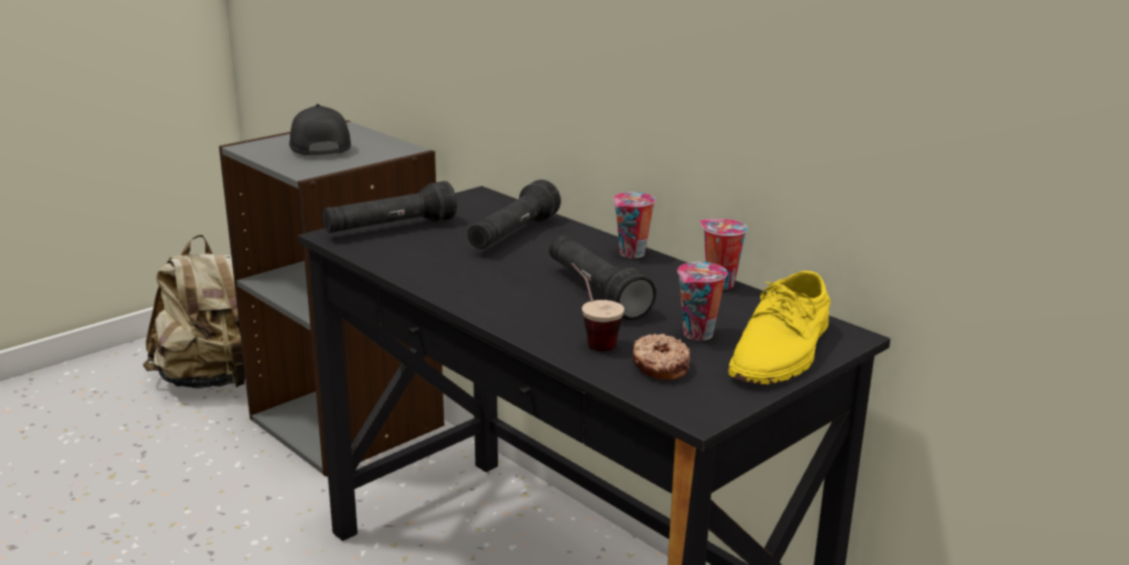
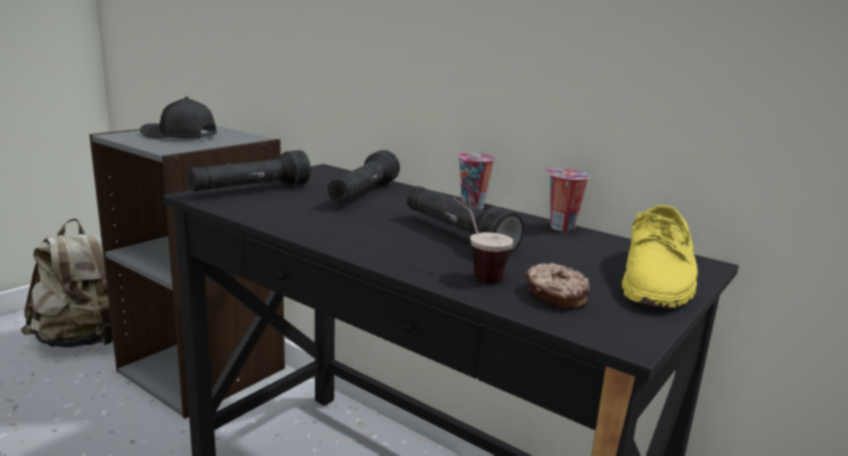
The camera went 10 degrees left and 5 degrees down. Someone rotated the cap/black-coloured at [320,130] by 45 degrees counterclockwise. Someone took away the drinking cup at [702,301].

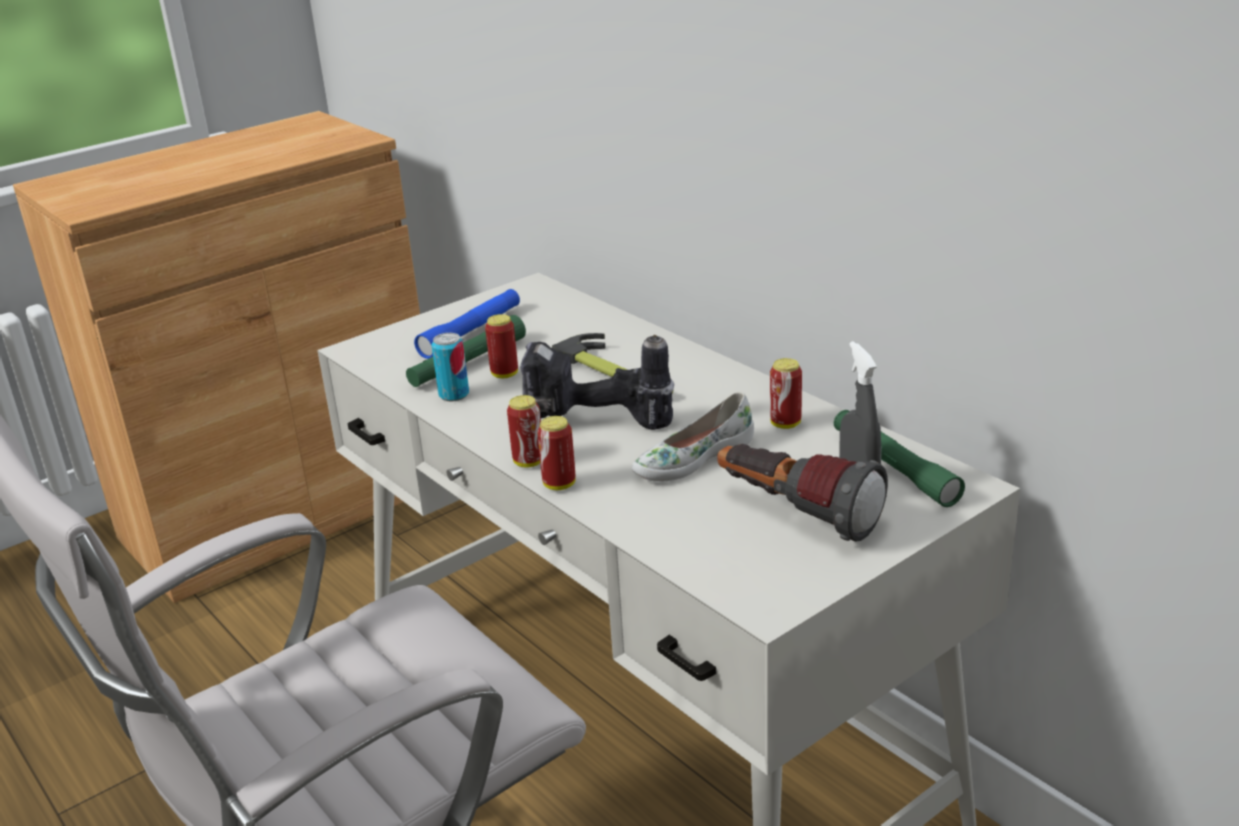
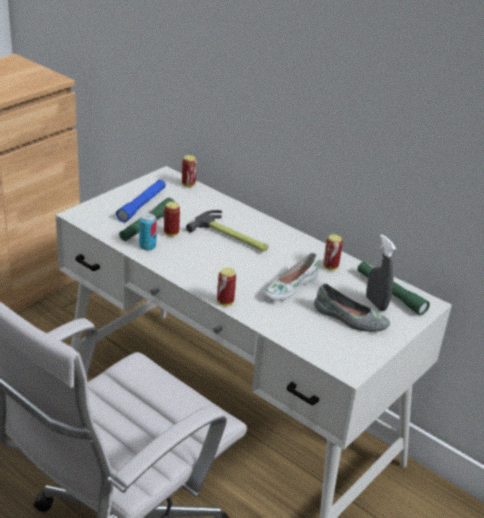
The camera went 15 degrees left and 5 degrees up. Someone carried the can from [524,431] to [189,171]. Someone swapped the flashlight at [802,493] for the low shoe/grey at [352,307]. Someone took away the power drill at [597,382].

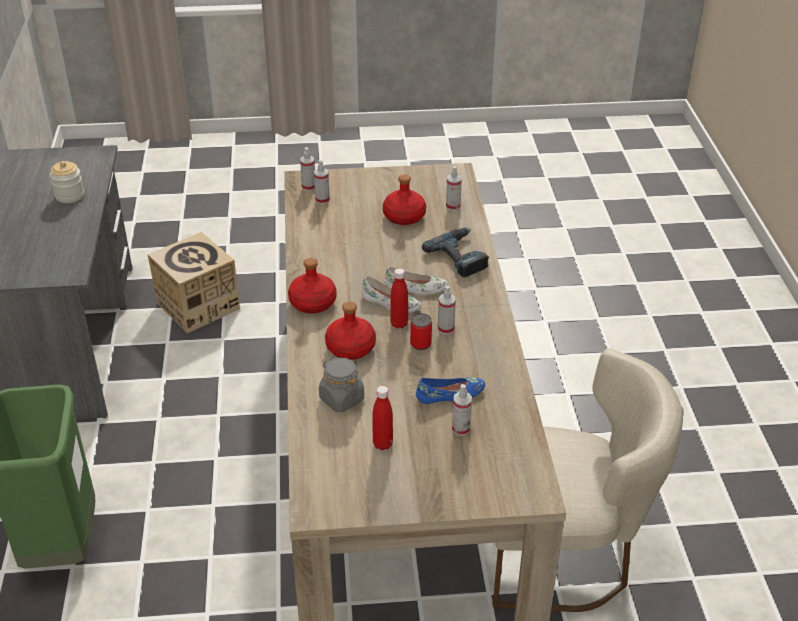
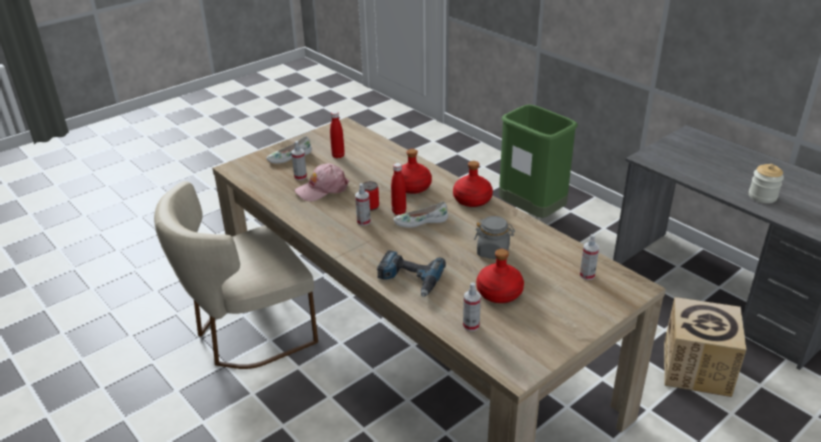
The camera went 145 degrees right and 5 degrees down. Someone carried the low shoe/white-coloured from [416,281] to [289,149]. Someone swapped the low shoe/blue at [450,390] for the cap/pink at [322,182]. Someone carried the storage jar/grey from [341,385] to [494,237]. Someone took away the spray bottle at [307,169].

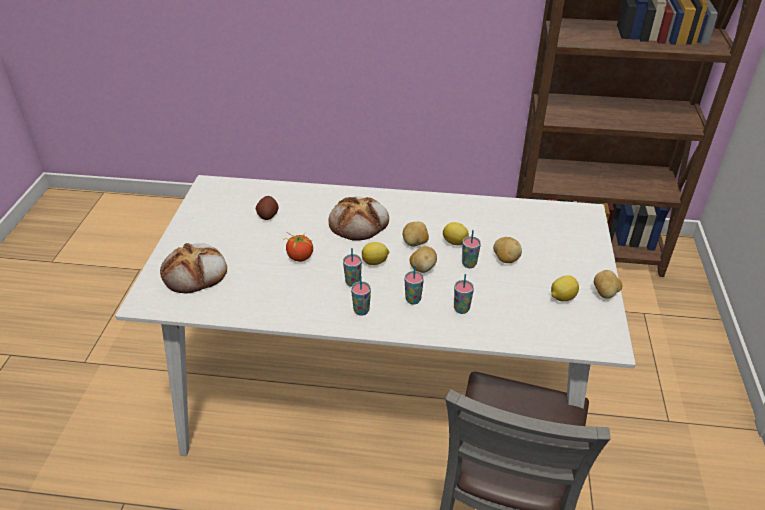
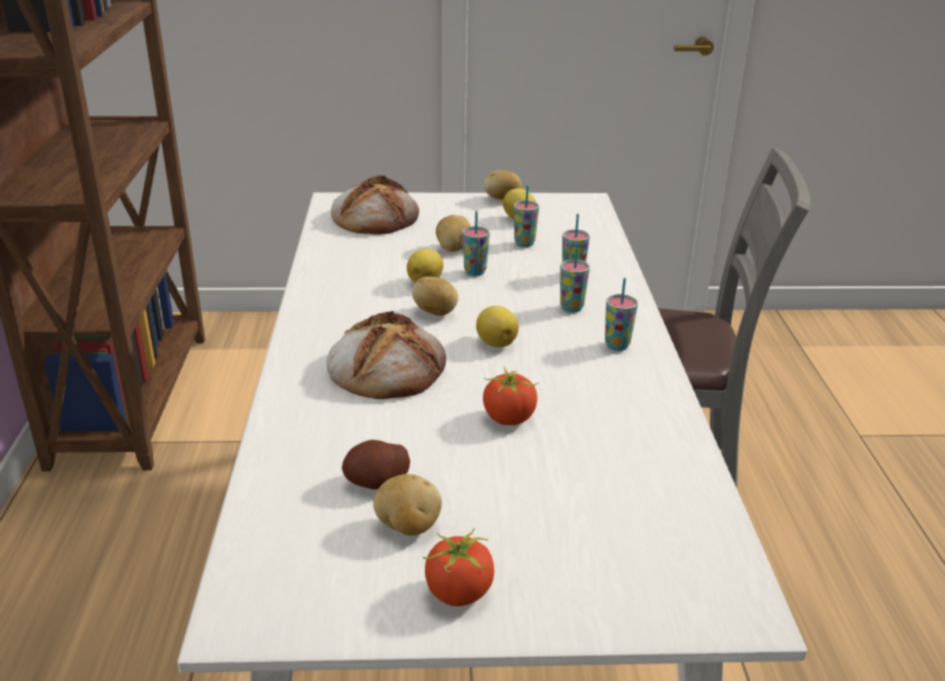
The camera went 100 degrees left and 10 degrees down. Someone carried the bread from [193,268] to [375,205]. Someone carried the spud from [423,259] to [407,505]. Someone put down the fresh tomato at [458,567]. Someone carried the drinking cup from [352,267] to [526,216].

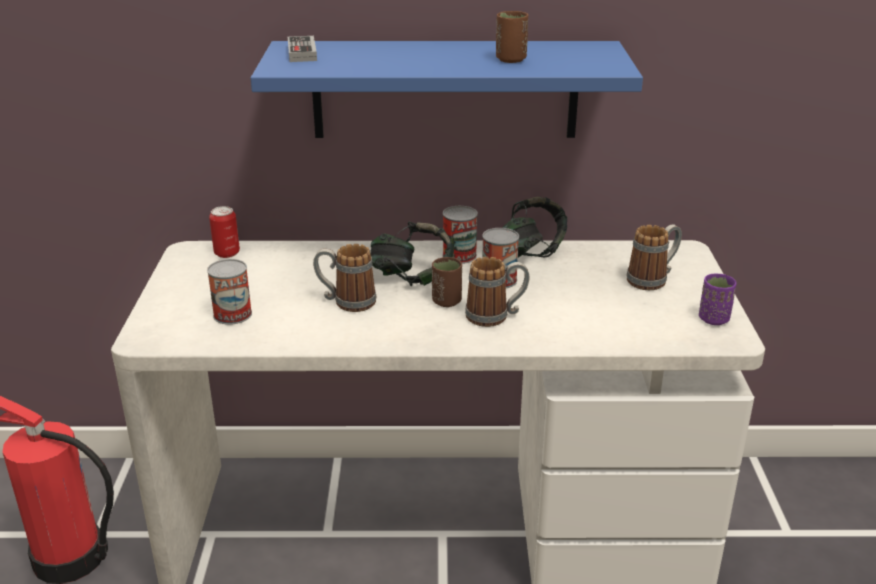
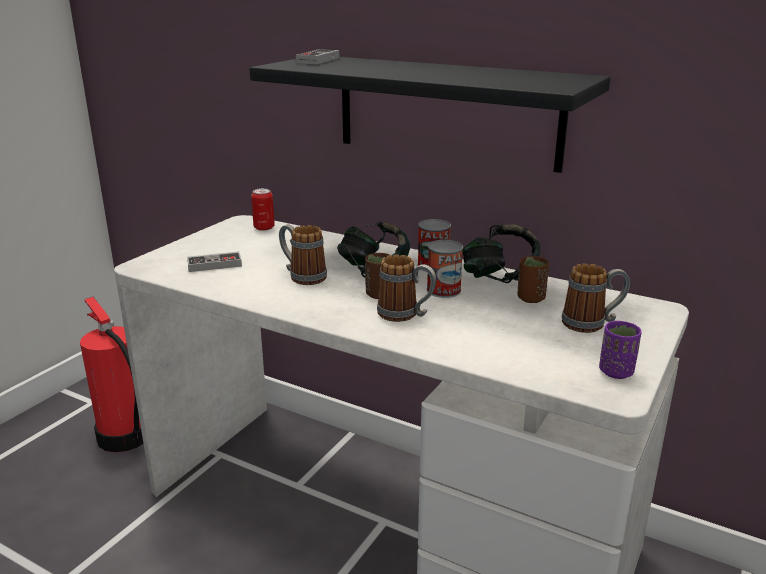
The camera went 30 degrees right and 5 degrees down. Someone swapped the can at [229,292] for the joypad at [214,261]. Someone repainted the wall shelf/blue at [446,89], which became the wall shelf/black-coloured at [430,115]. Someone carried the drinking cup/brown-coloured from [512,37] to [533,279].

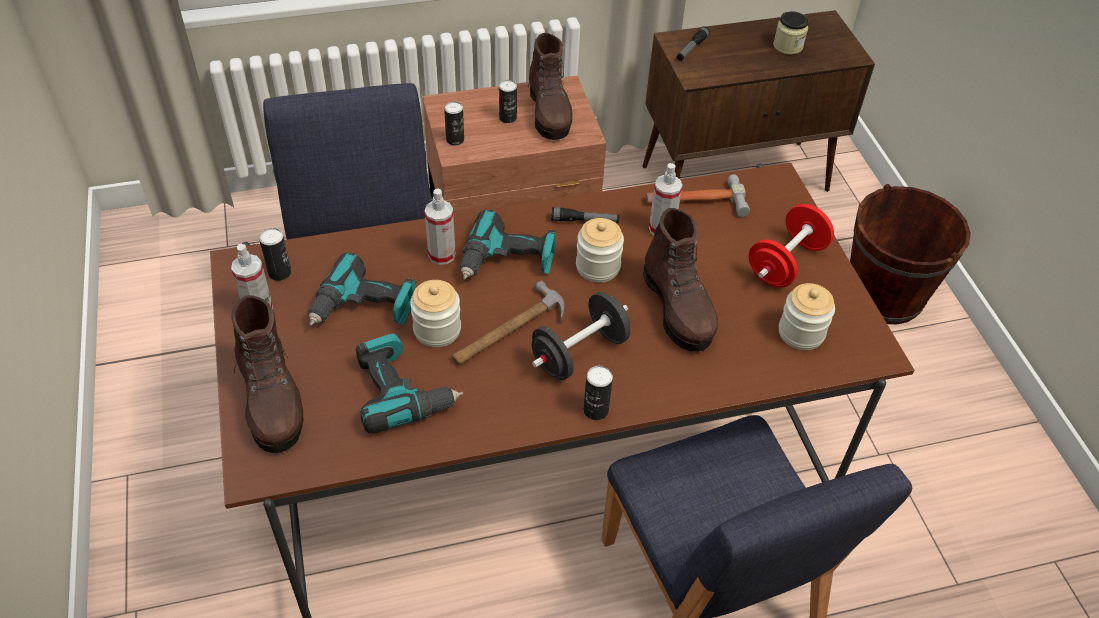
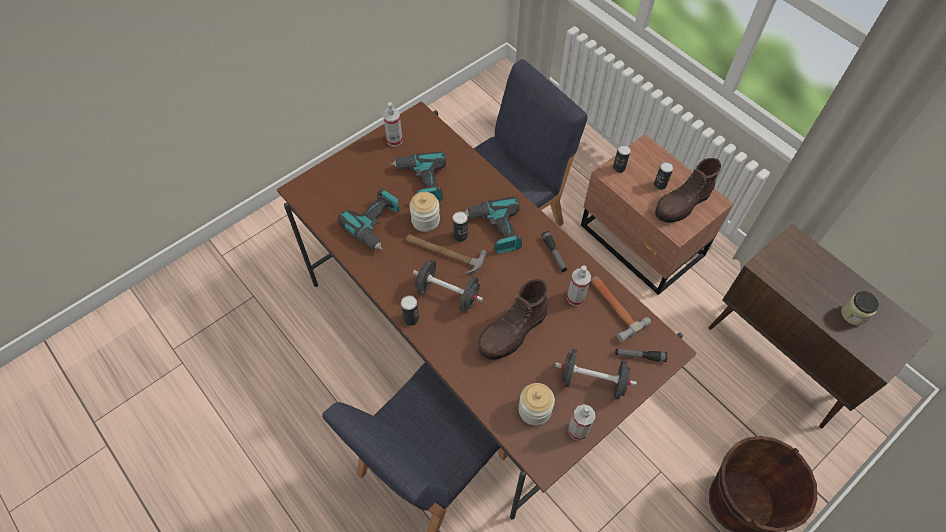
The camera went 65 degrees right and 10 degrees up. Someone carried the can from [275,254] to [460,226]. Someone repainted the dumbbell/red-coloured at [791,246], which became the dumbbell/black-coloured at [596,374]. Someone carried the spray bottle from [440,227] to [581,422]. Someone carried the flashlight from [693,43] to [641,355]. Someone took away the boot/brown-coloured at [267,374]. Someone took away the storage jar at [600,250].

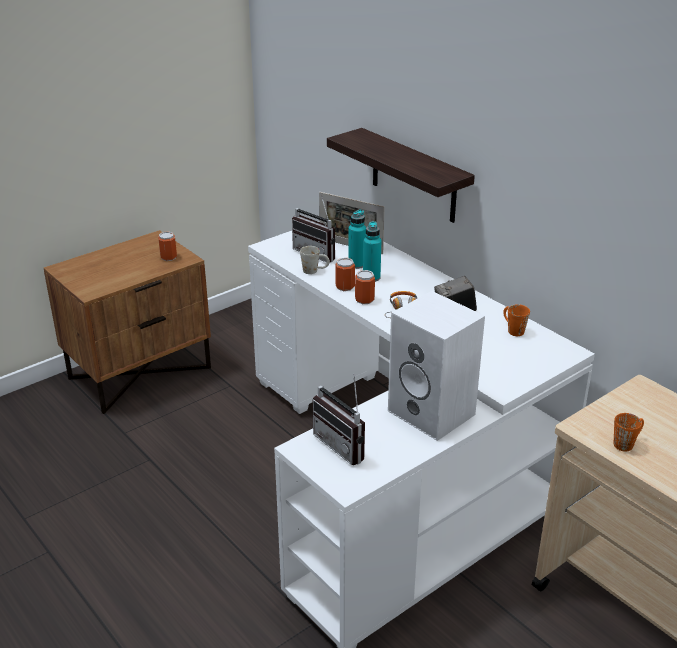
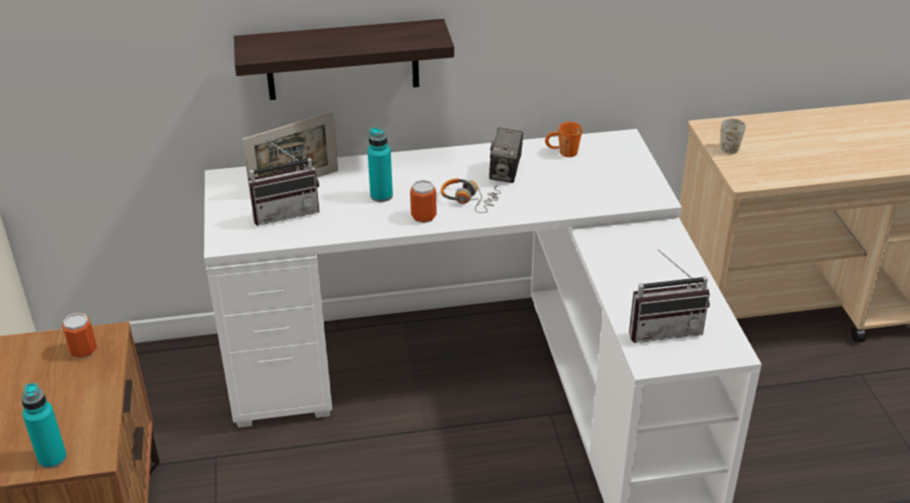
The camera went 60 degrees left and 5 degrees up. Someone carried the bottle/turquoise-coloured from [357,239] to [44,426]. Someone carried the coffee mug/white-coloured from [315,260] to [733,136]. Someone took away the can at [345,274]. Someone took away the audio speaker/white-coloured at [436,366]. Someone took away the coffee mug/orange at [629,432].

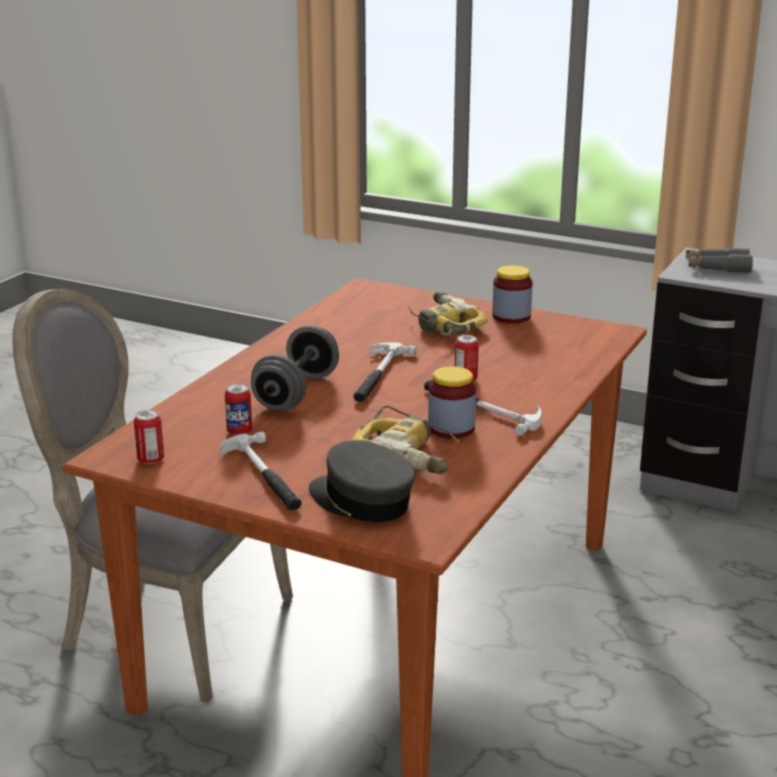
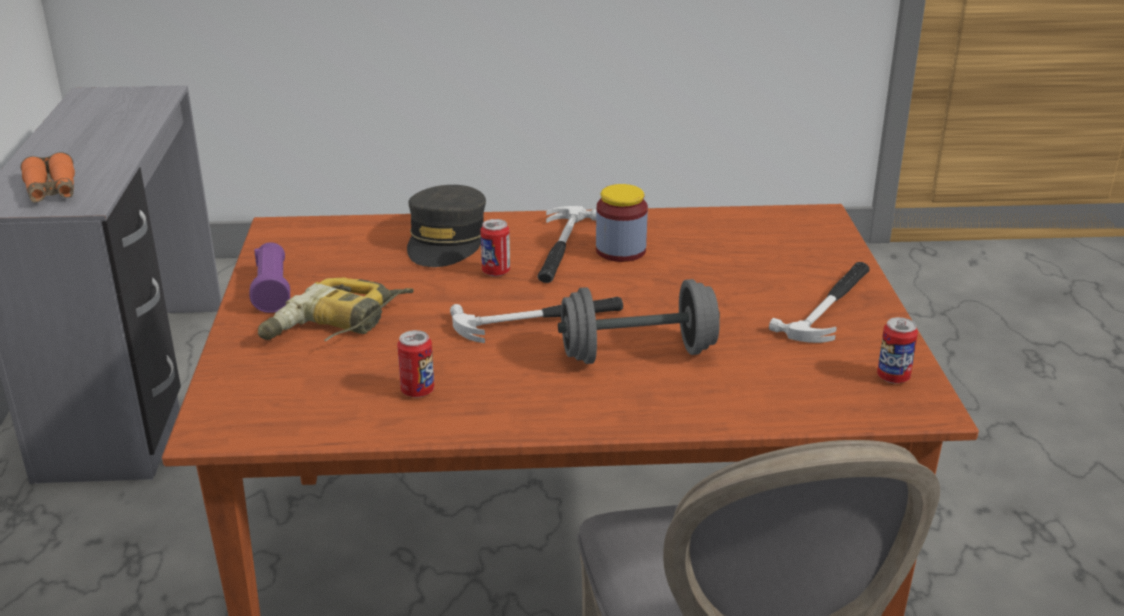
The camera went 120 degrees left and 5 degrees up. Someone repainted the binoculars/grey at [719,260], which became the binoculars/orange at [48,177]. Someone swapped the storage jar at [512,294] for the flashlight/purple at [269,278]. Someone carried the can from [238,410] to [415,364]. Someone carried the cap/grey from [362,481] to [446,226]. Someone took away the power drill at [405,440].

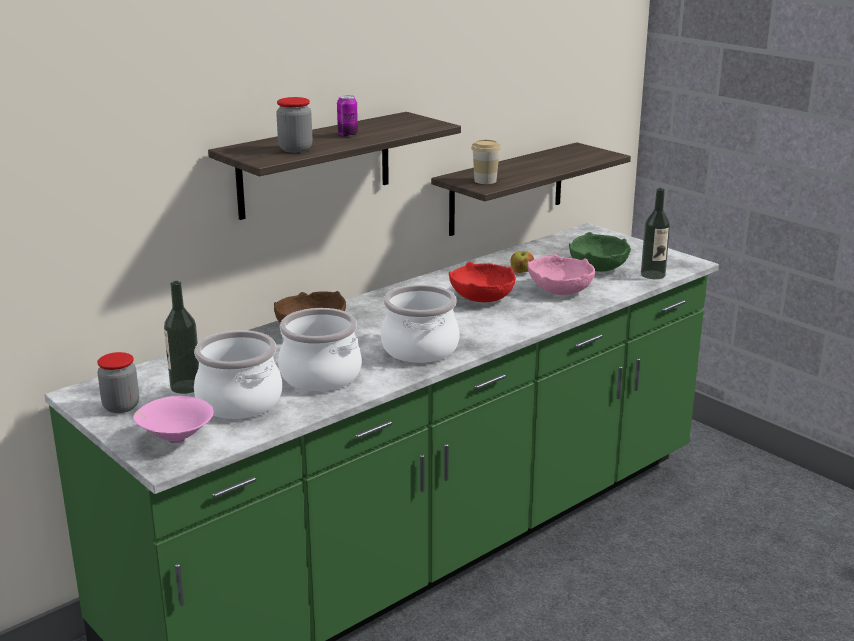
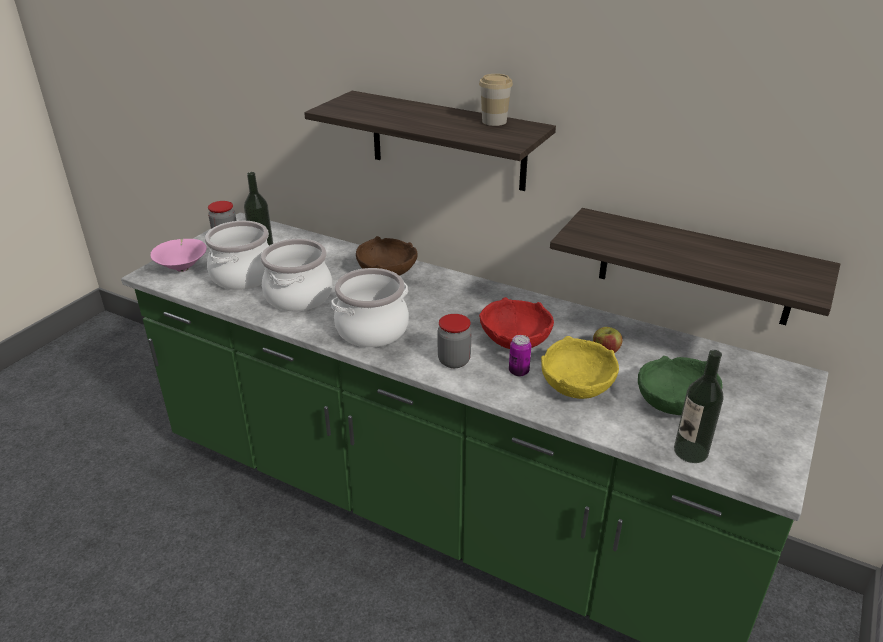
The camera went 70 degrees right and 10 degrees up. Someone carried the storage jar from [294,125] to [455,341]. Someone carried the drinking cup from [486,162] to [496,100]. Someone carried the can from [347,115] to [520,355]. Someone repainted the bowl/pink at [561,274], which became the bowl/yellowish at [580,367].

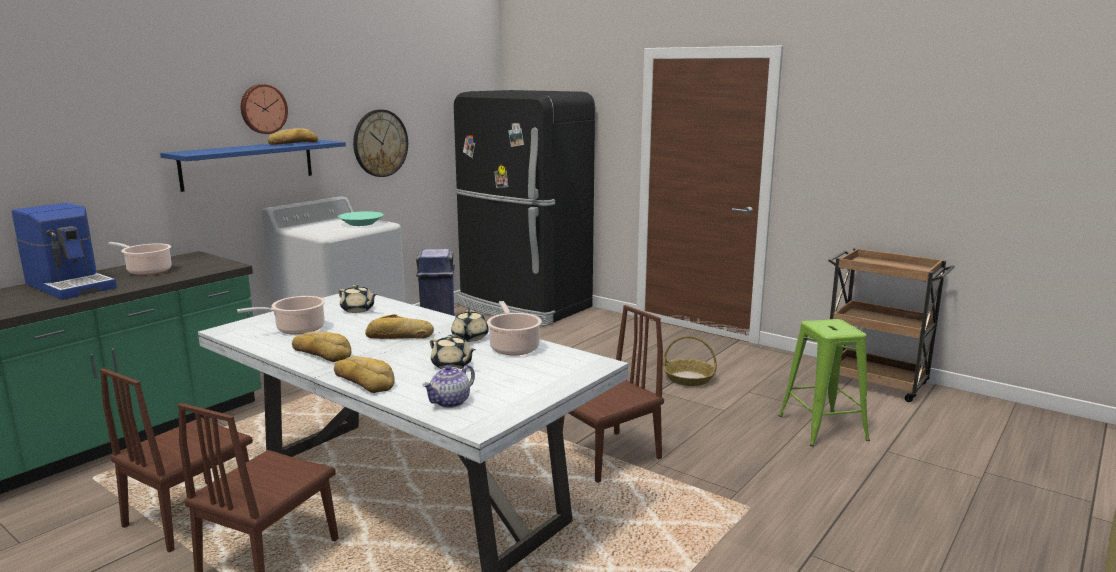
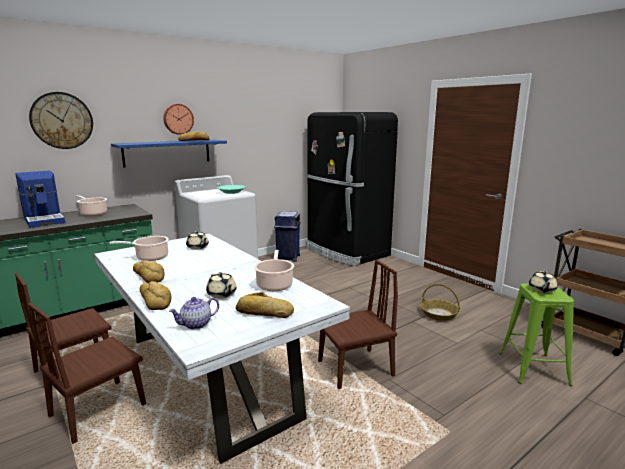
The camera went 15 degrees right and 0 degrees up. Someone carried the hanging clock from [380,143] to [61,120]. Someone carried the bread from [399,326] to [265,305]. Someone carried the teapot/sand-coloured from [470,326] to [543,282].

